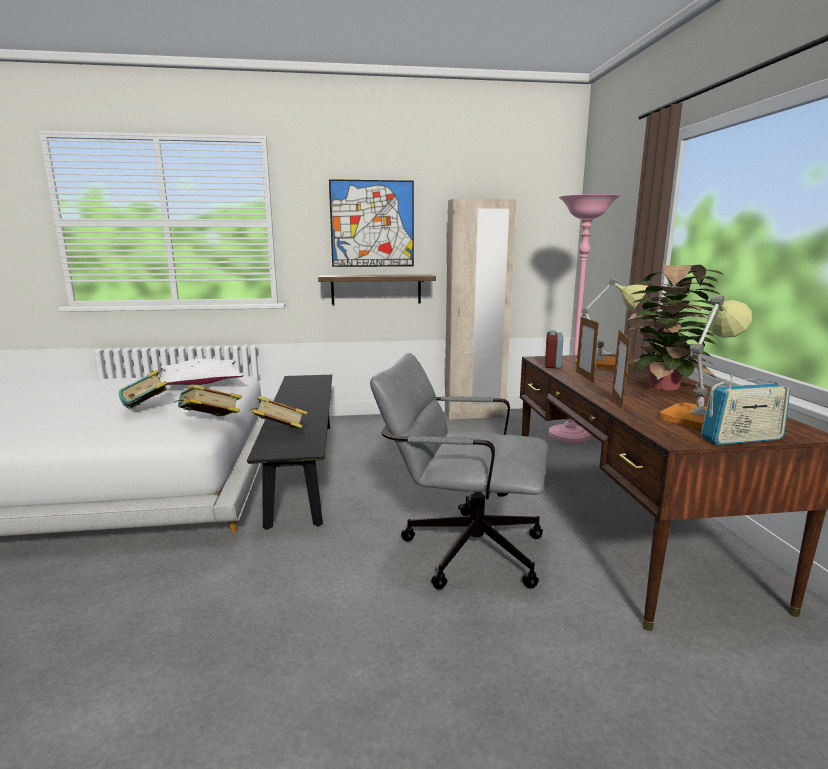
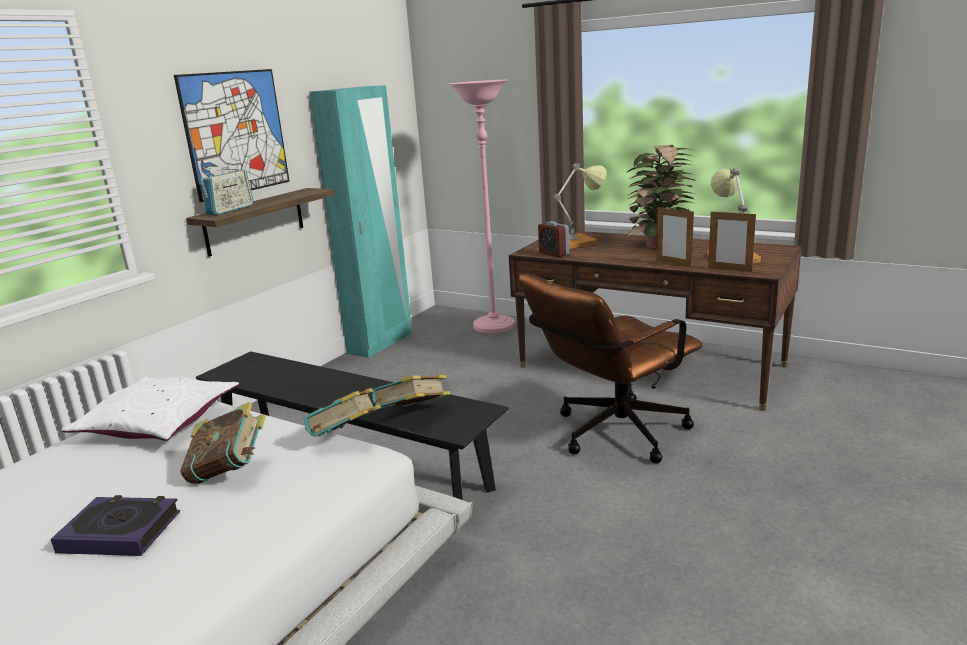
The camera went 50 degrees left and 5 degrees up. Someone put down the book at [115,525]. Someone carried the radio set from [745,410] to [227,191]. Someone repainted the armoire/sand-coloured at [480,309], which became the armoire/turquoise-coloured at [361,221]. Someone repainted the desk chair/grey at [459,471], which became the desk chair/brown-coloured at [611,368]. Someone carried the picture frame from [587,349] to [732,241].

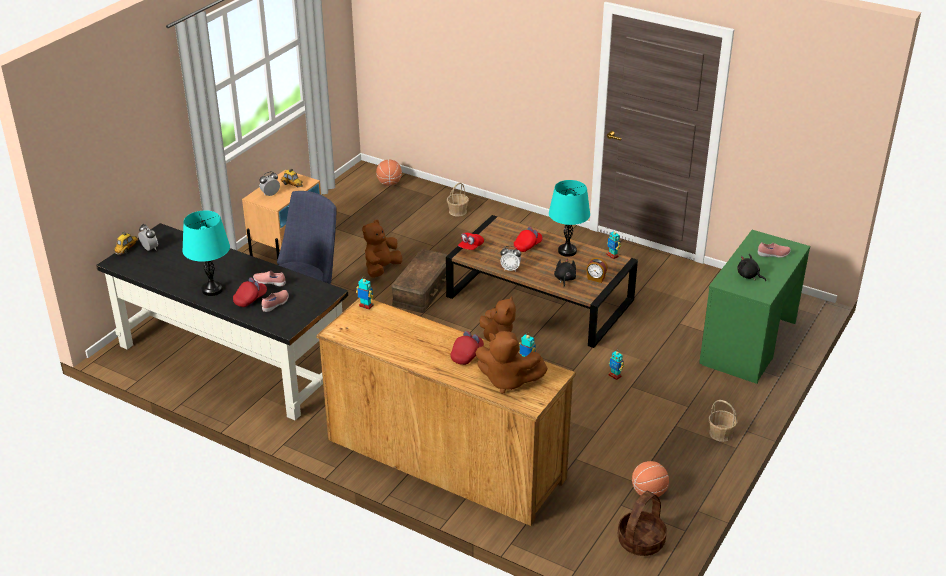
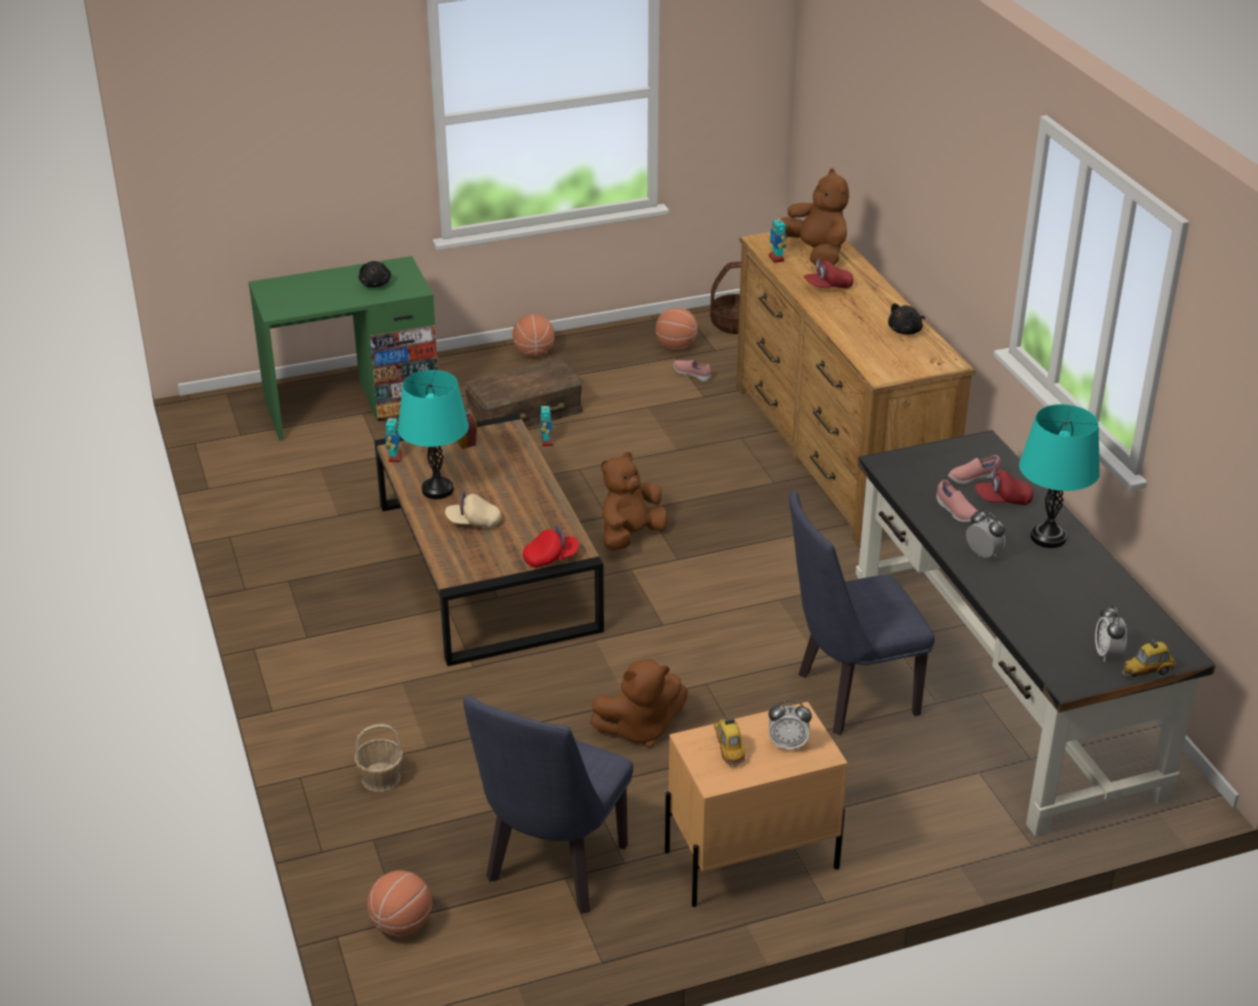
The camera went 140 degrees left and 0 degrees up. Someone repainted the cap/red-coloured at [528,239], which became the cap/sand-coloured at [473,509]. Someone put down the chair/blue at [548,805]. Someone carried the storage box/brown-coloured from [419,281] to [523,393]. Someone swapped the basket at [722,421] for the basketball at [533,335]. Someone carried the low shoe/pink from [774,250] to [692,371]. Someone carried the cuddly toy/black-coloured from [565,273] to [906,319]. Someone carried the table clock from [511,258] to [985,534]. Someone took away the toy robot at [365,293].

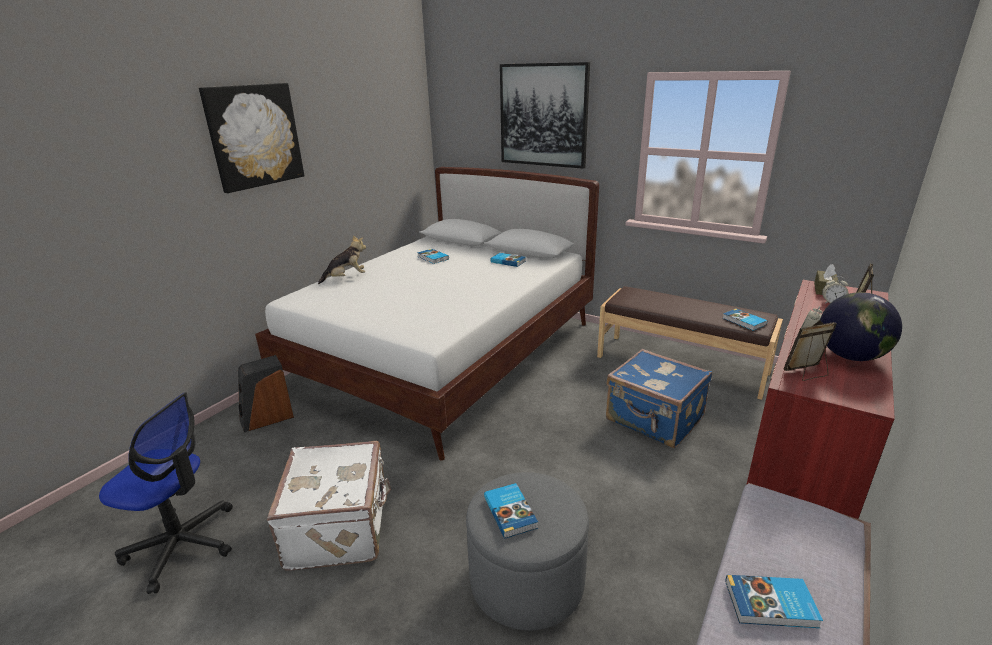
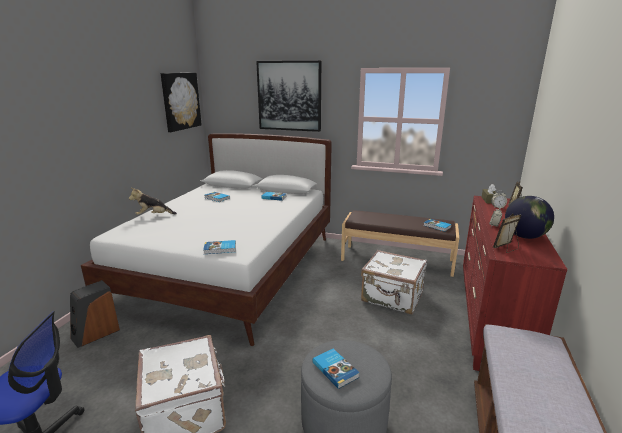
The camera went 15 degrees left and 5 degrees down. Someone rotated the cuddly toy at [342,259] by 150 degrees counterclockwise. Someone carried the picture from [251,138] to [181,102]. Someone carried the book from [774,601] to [219,247]. Someone repainted the suitcase/blue at [659,398], which became the suitcase/white-coloured at [394,282].

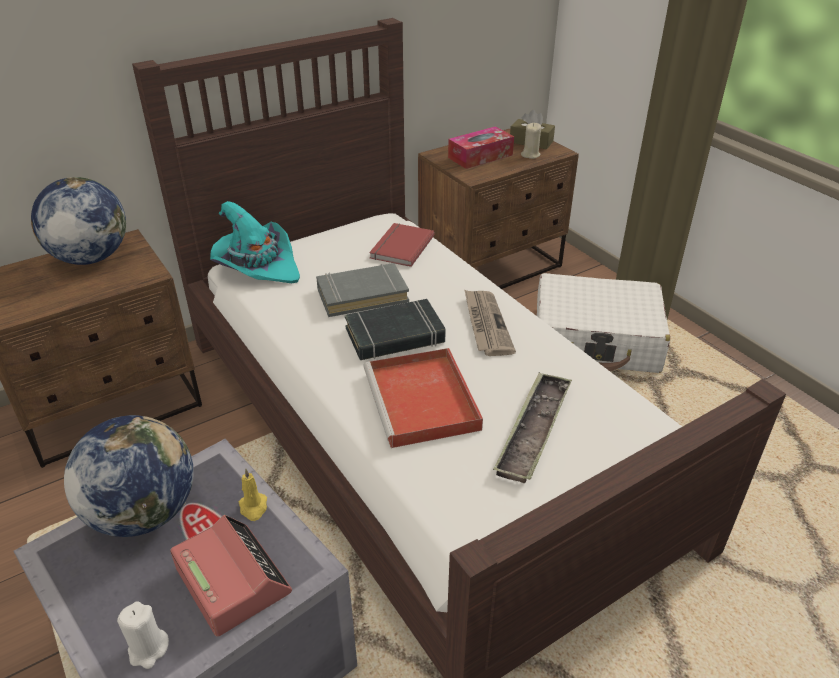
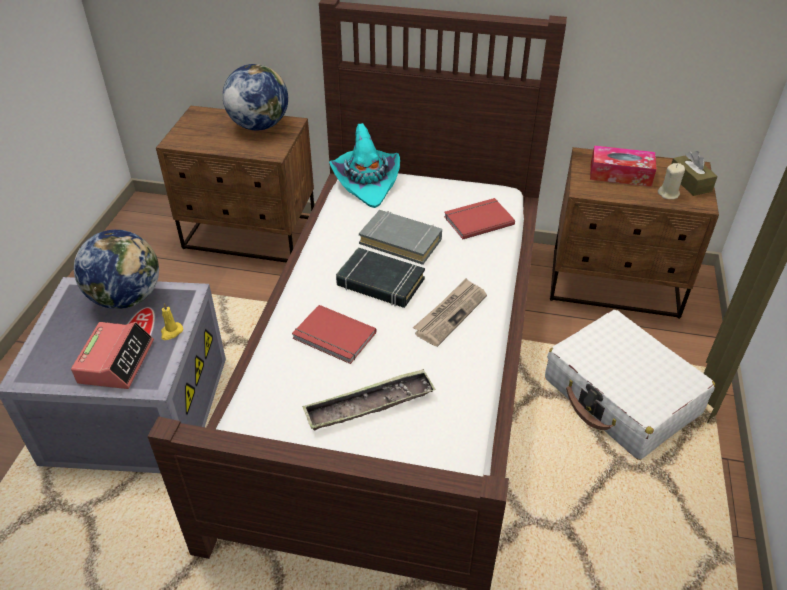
The camera went 45 degrees right and 5 degrees up. Someone swapped the tray/red-coloured at [423,398] for the book/red-coloured at [334,334]. Someone took away the wax candle/white-coloured at [143,635].

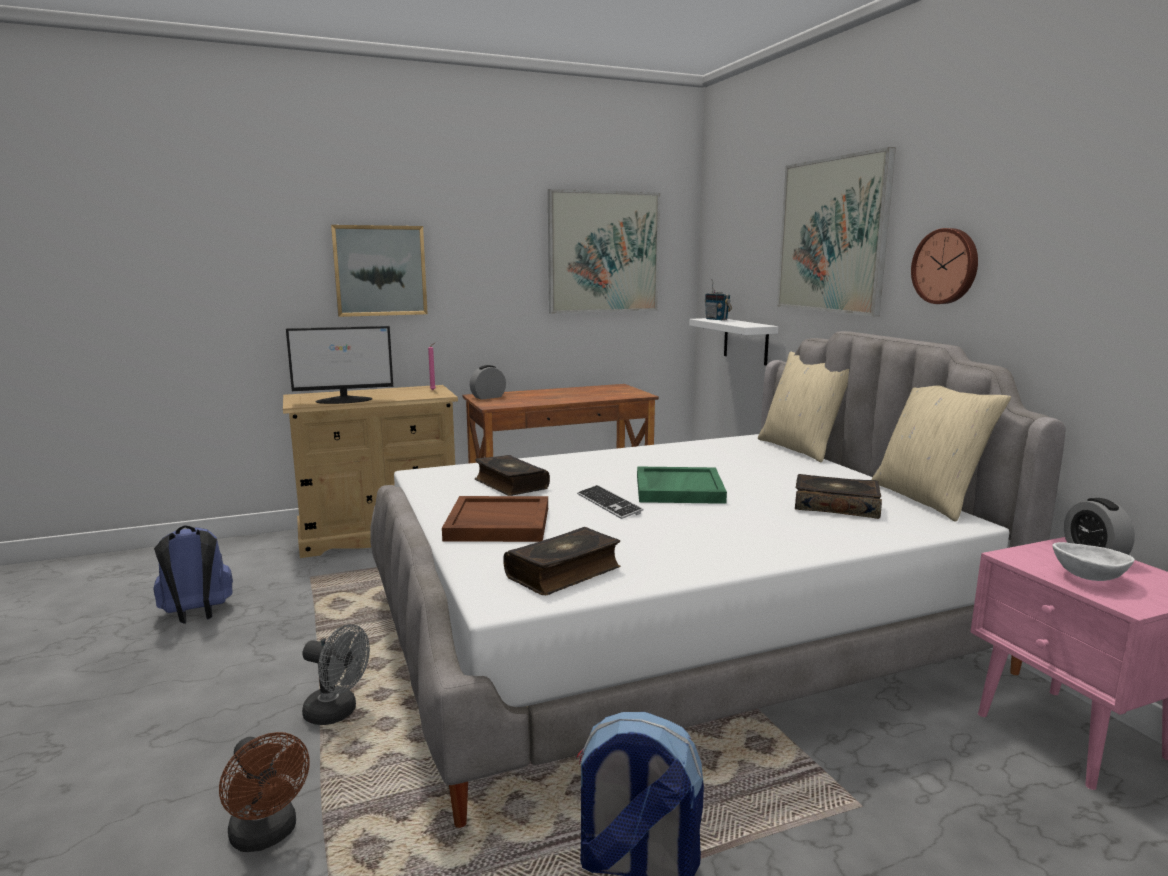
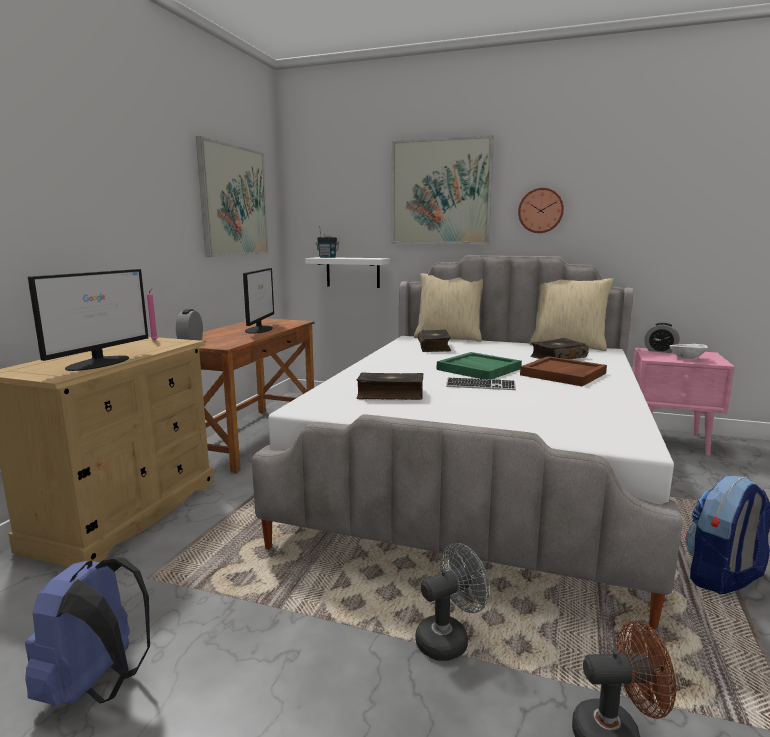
The camera went 50 degrees left and 0 degrees up. Someone put down the computer display at [258,301]. Someone carried the book from [561,561] to [434,341]. Someone carried the tray/brown-coloured from [495,519] to [563,371]. Someone took away the picture at [379,271].

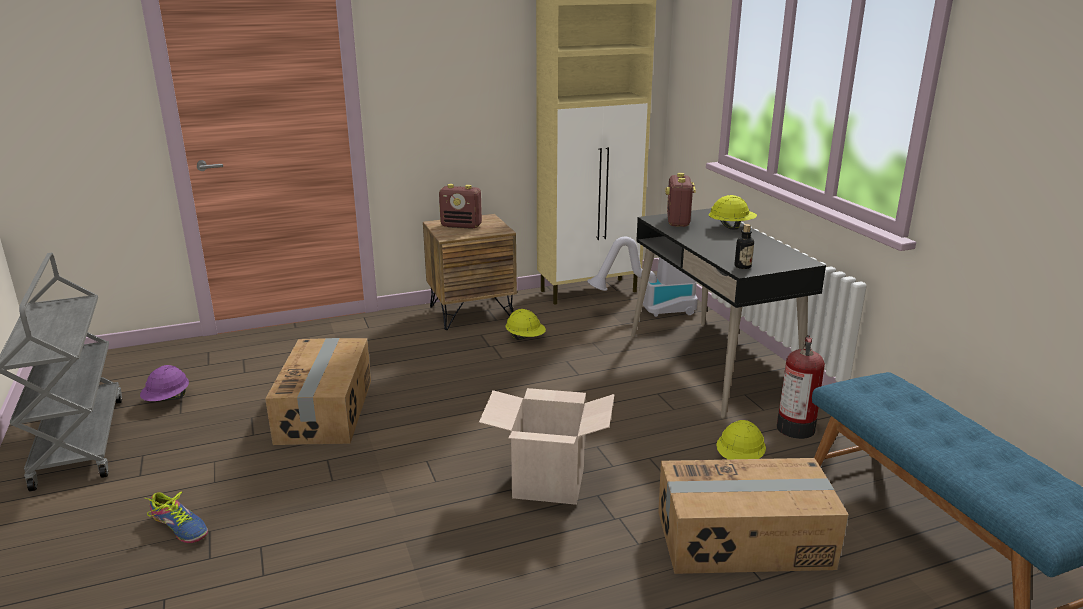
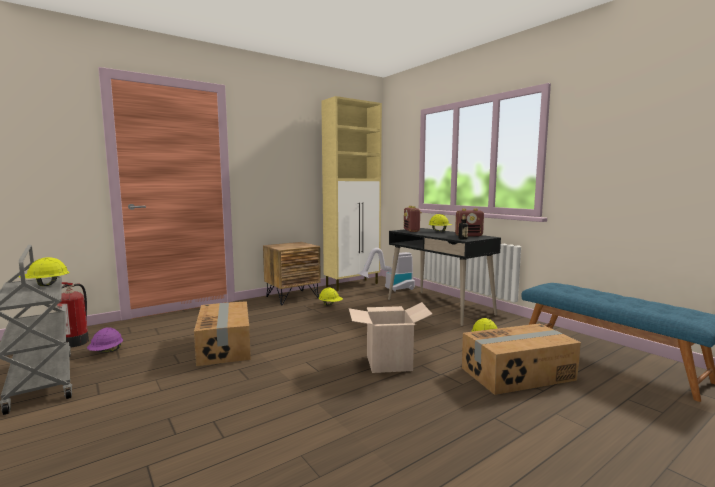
The camera went 15 degrees left and 15 degrees down. Someone put down the safety helmet/yellowish at [44,271]. Someone carried the fire extinguisher from [801,387] to [73,315]. Someone carried the radio set from [460,206] to [469,222]. Someone took away the low shoe at [176,517].

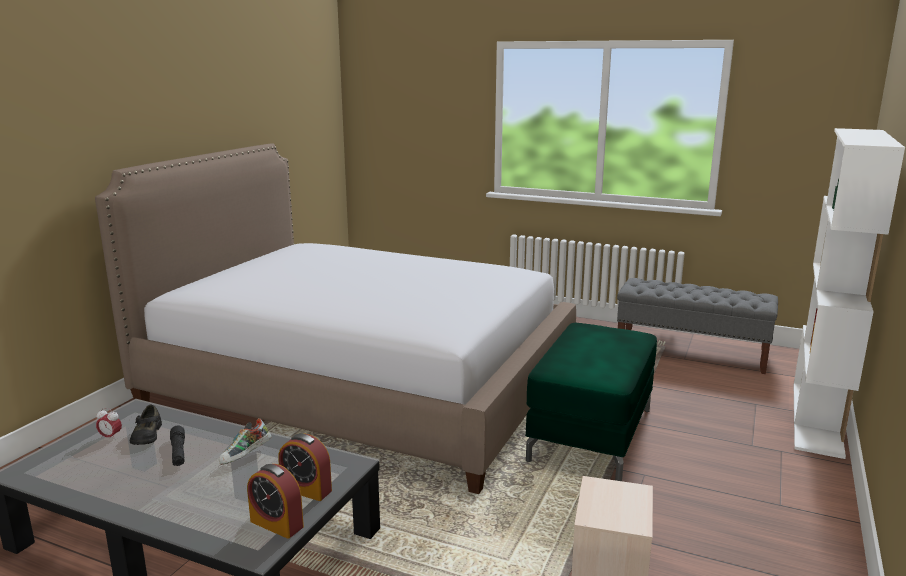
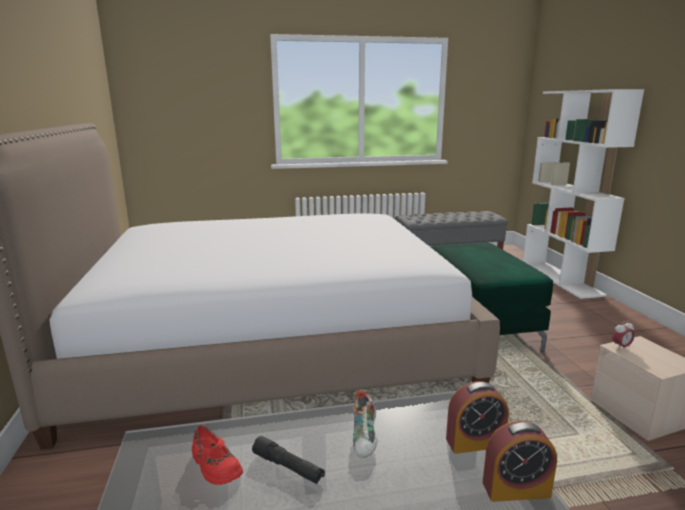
The camera went 35 degrees left and 0 degrees up. Someone repainted the low shoe/black-coloured at [146,425], which became the low shoe/red-coloured at [217,455]. Someone carried the table clock from [109,424] to [623,335].

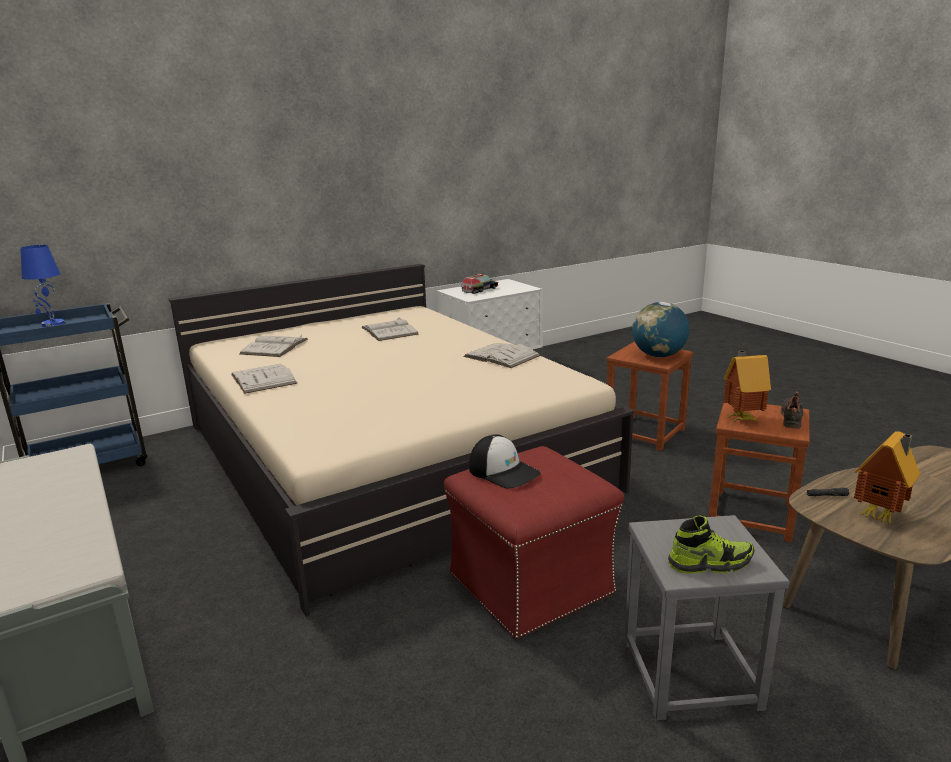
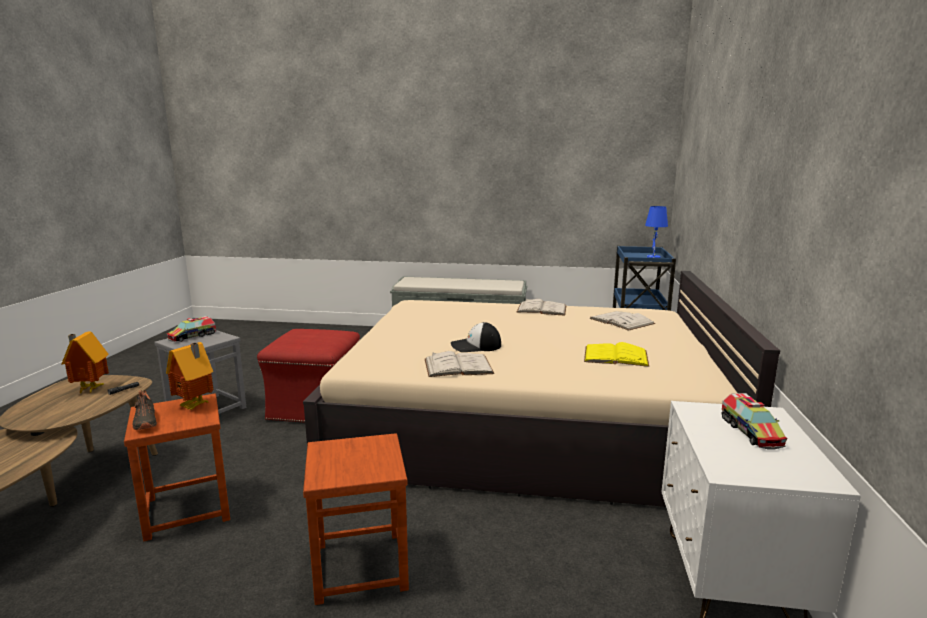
The camera went 130 degrees right and 5 degrees down. Someone swapped the low shoe at [711,544] for the toy lorry at [191,329]. Someone carried the cap from [505,461] to [476,337]. Someone repainted the book/white-coloured at [390,329], which became the book/yellowish at [616,354]. Someone took away the globe at [660,329].

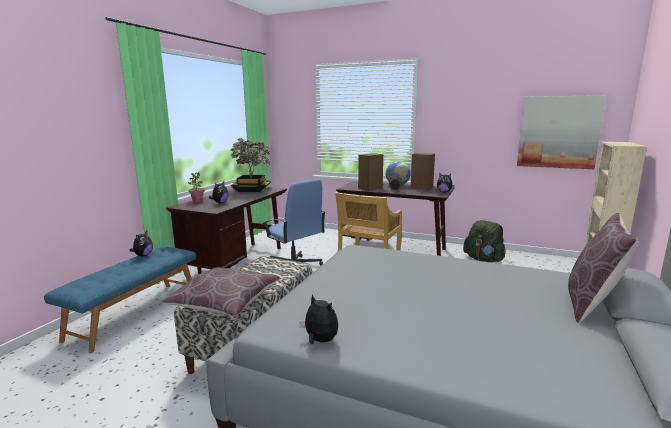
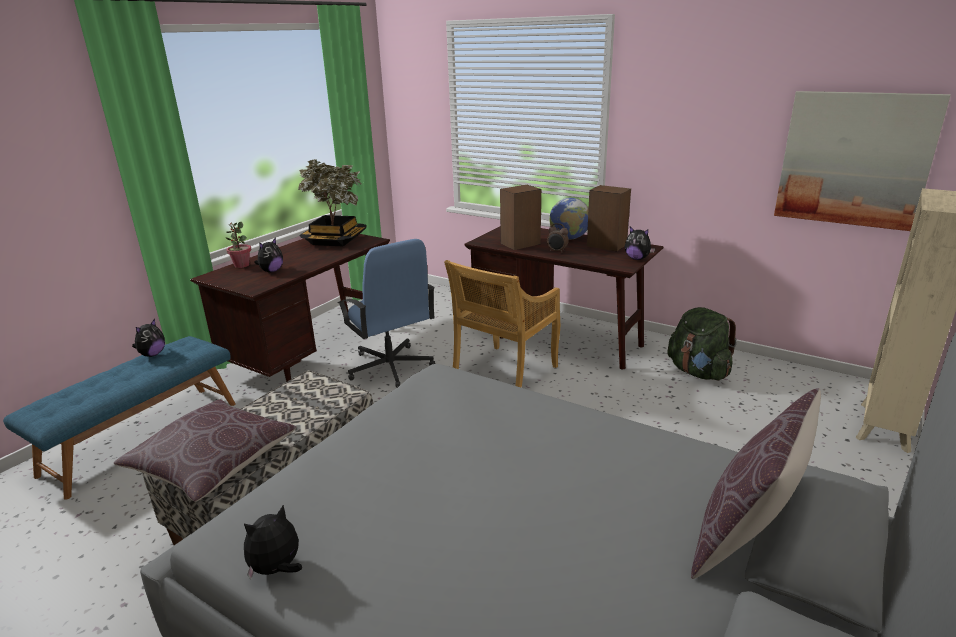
The camera went 10 degrees right and 10 degrees up. Someone rotated the cuddly toy at [318,319] by 90 degrees counterclockwise.

